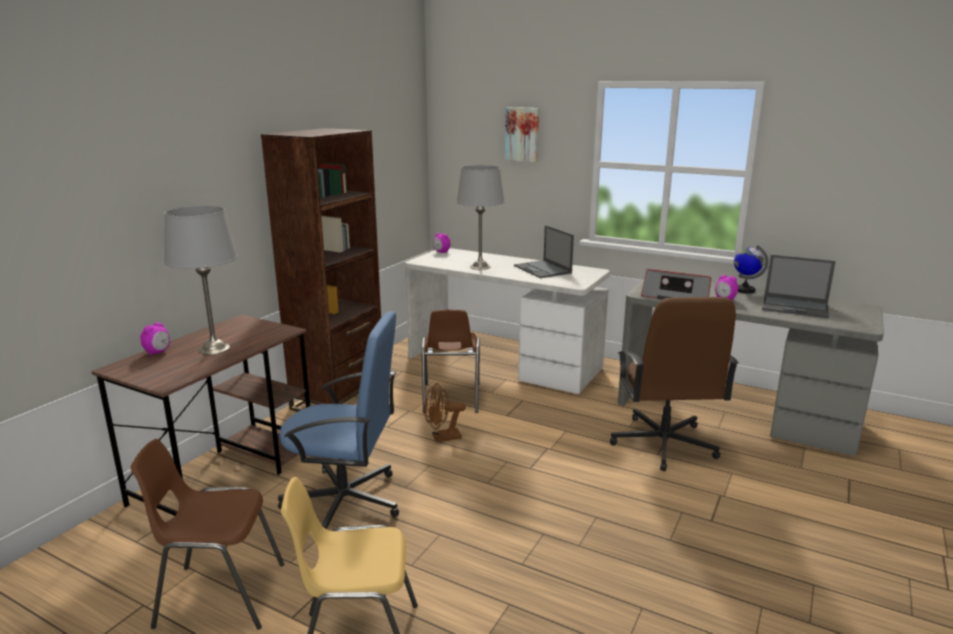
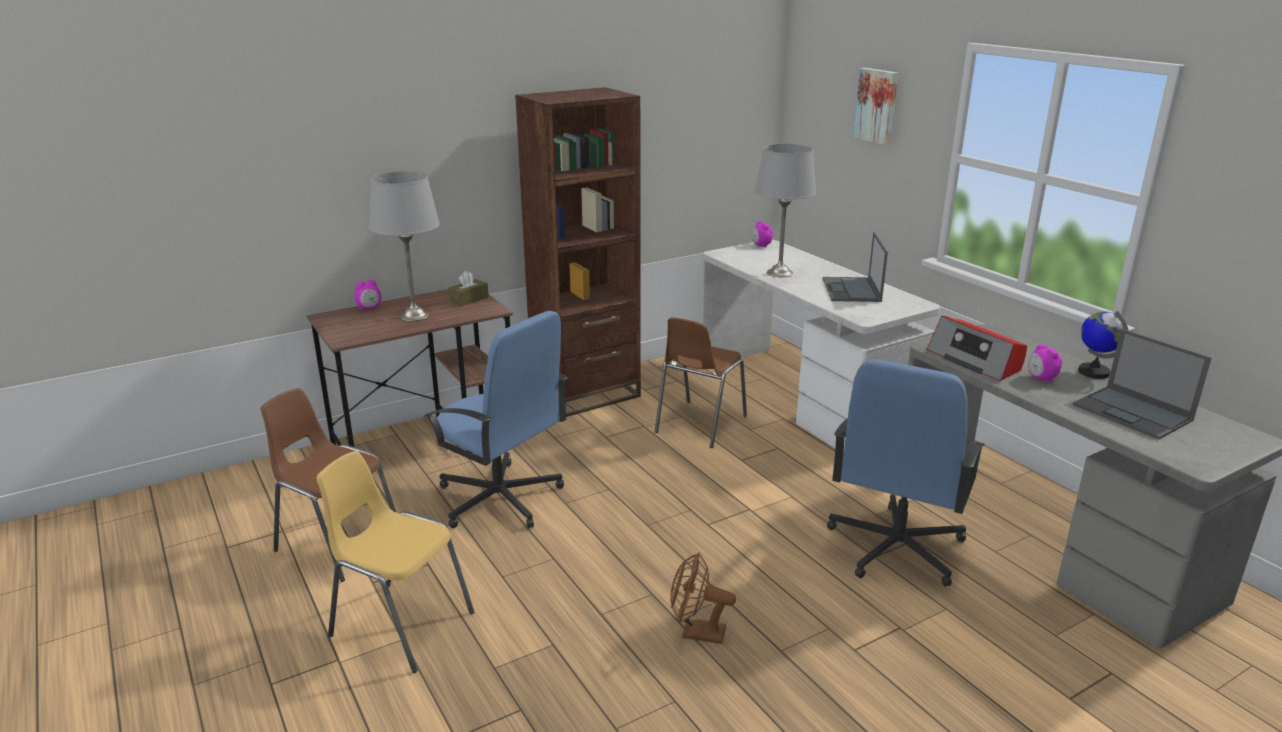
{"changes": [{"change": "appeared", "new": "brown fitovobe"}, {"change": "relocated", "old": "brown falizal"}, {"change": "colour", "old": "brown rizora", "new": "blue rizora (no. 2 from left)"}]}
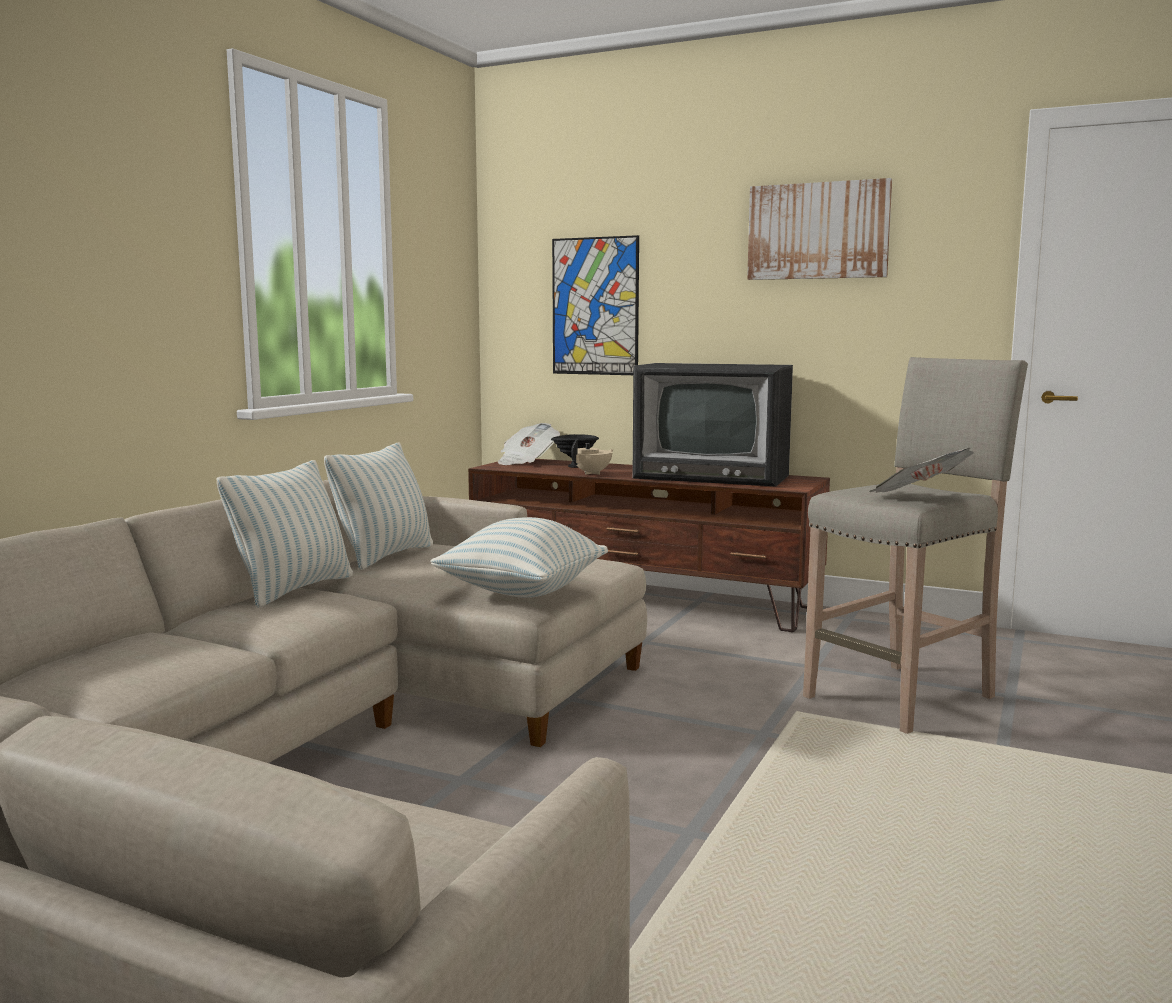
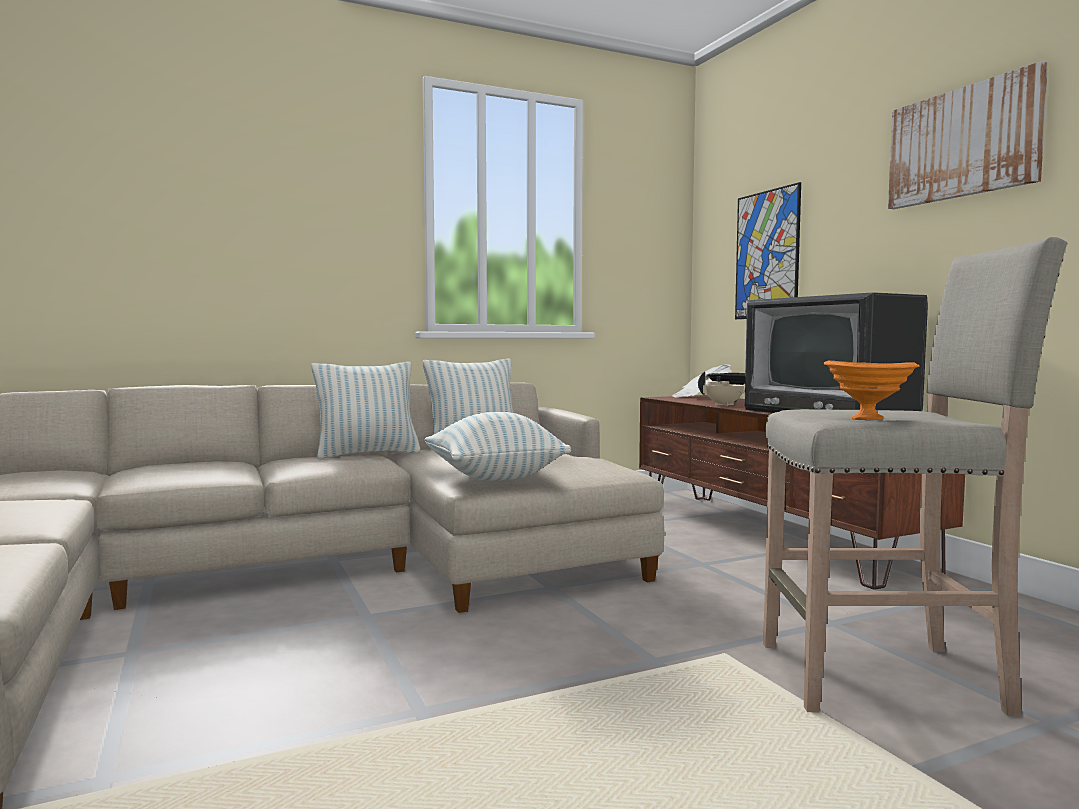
{"changes": [{"change": "exchanged", "old": "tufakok (no. 2 from left)", "new": "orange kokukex"}]}
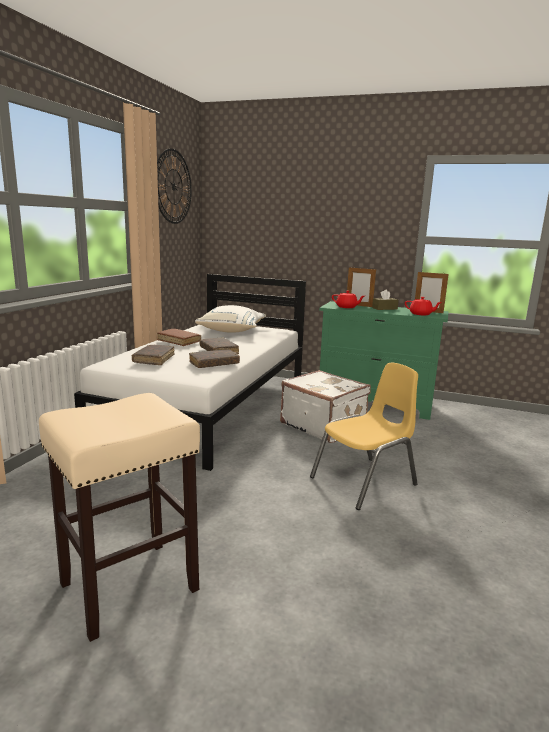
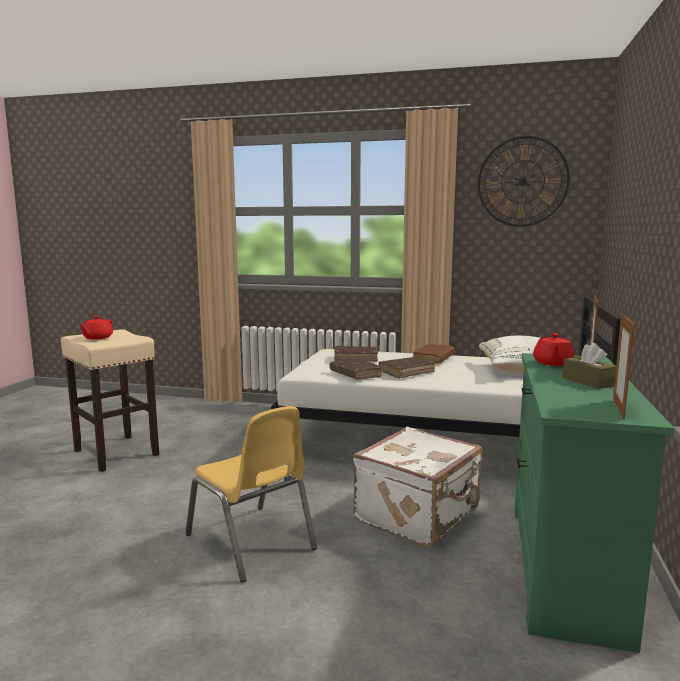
{"changes": [{"change": "relocated", "old": "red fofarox (no. 2 from left in the first image)", "new": "red fofarox (no. 1 from left)"}]}
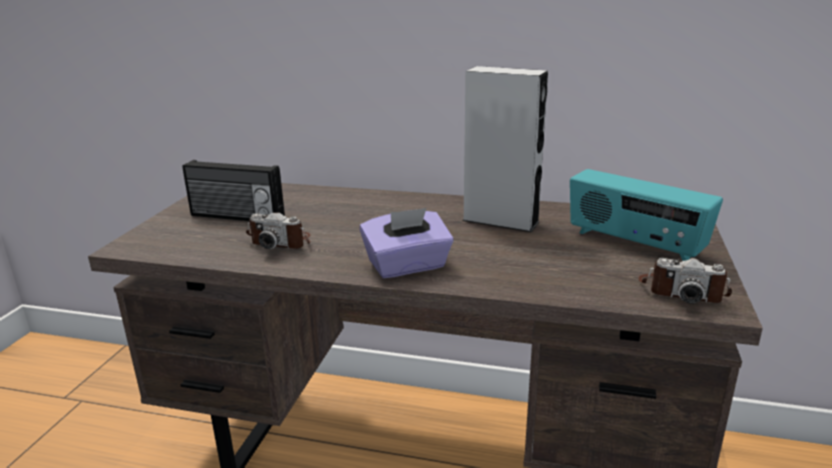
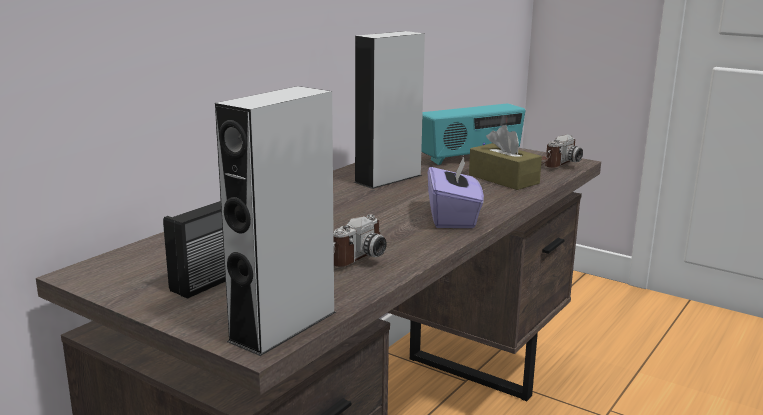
{"changes": [{"change": "appeared", "new": "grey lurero (no. 1 from left)"}, {"change": "appeared", "new": "brown fitovobe"}]}
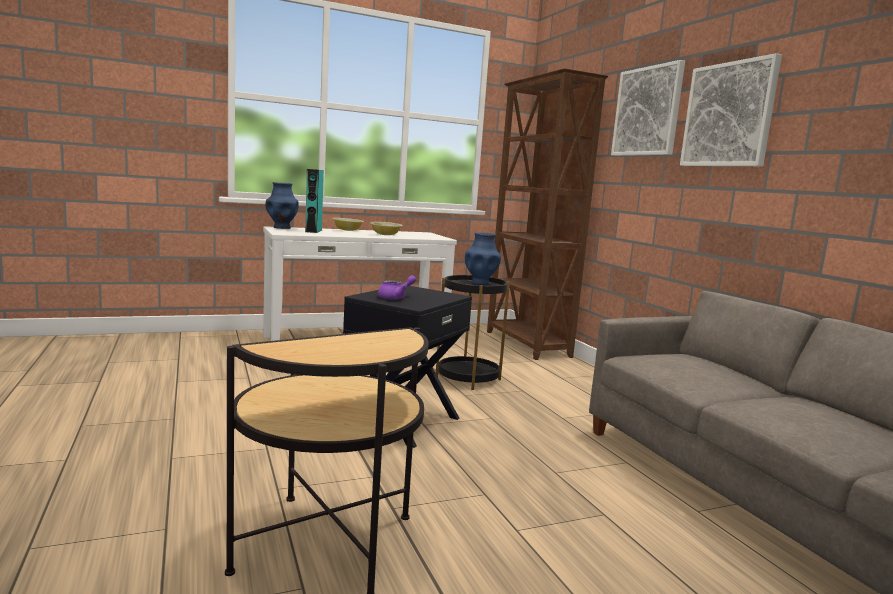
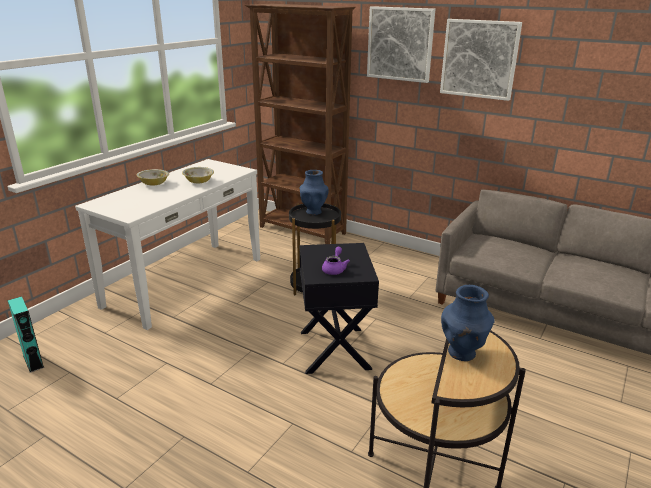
{"changes": [{"change": "relocated", "old": "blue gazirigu (no. 1 from left in the first image)", "new": "blue gazirigu (no. 2 from left)"}, {"change": "relocated", "old": "turquoise lurero"}]}
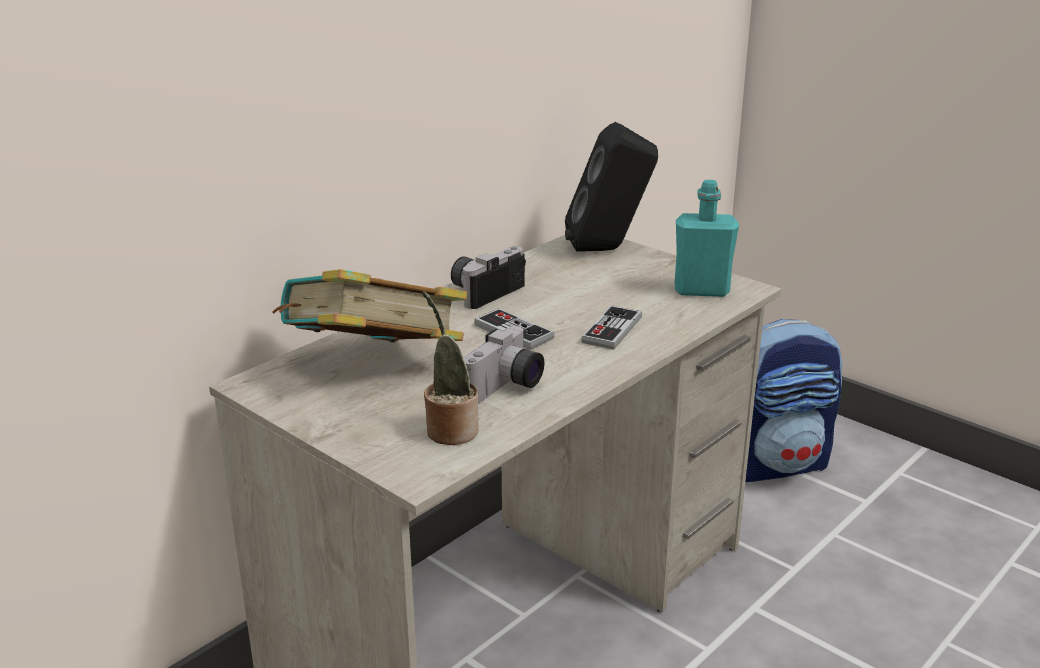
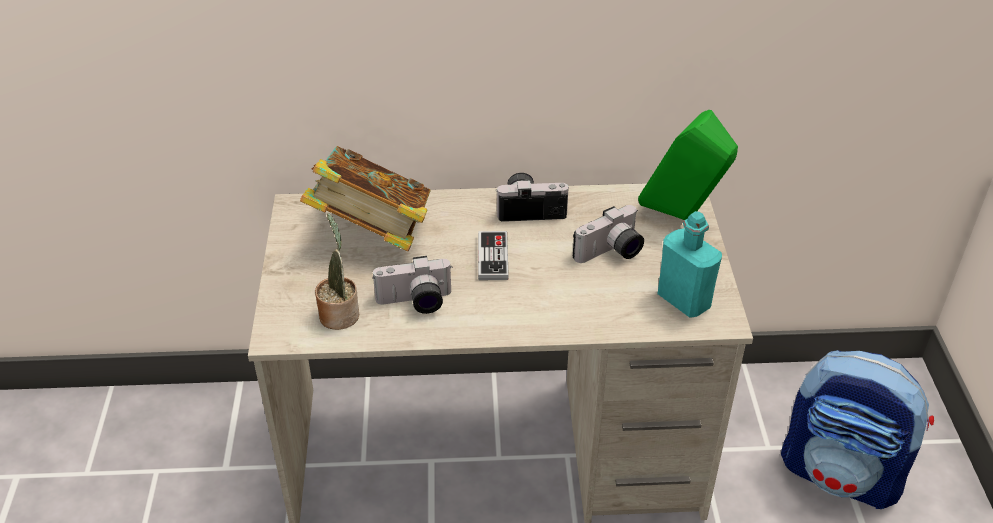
{"changes": [{"change": "missing", "old": "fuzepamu (no. 2 from left)"}, {"change": "appeared", "new": "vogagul (no. 3 from left)"}, {"change": "colour", "old": "black lurero", "new": "green lurero"}]}
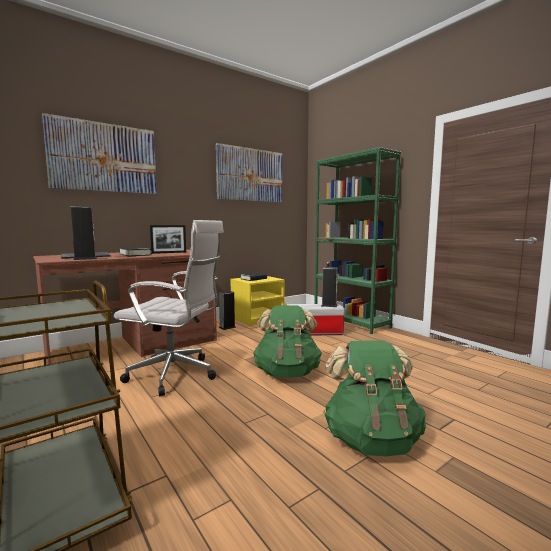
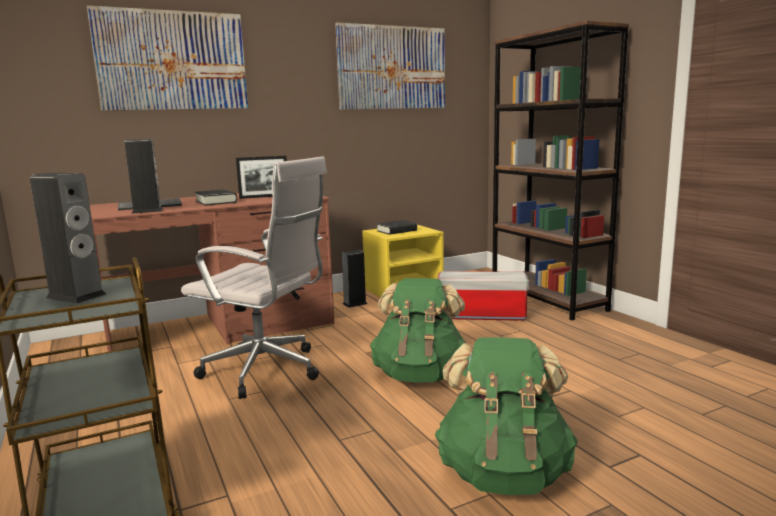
{"changes": [{"change": "relocated", "old": "lurero (no. 3 from left in the first image)", "new": "lurero (no. 1 from left)"}, {"change": "colour", "old": "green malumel", "new": "brown malumel"}]}
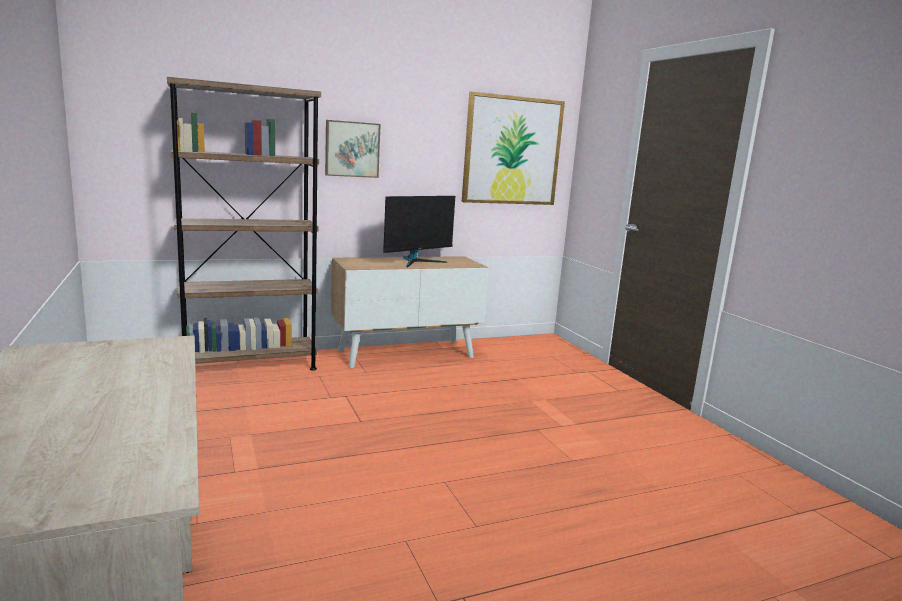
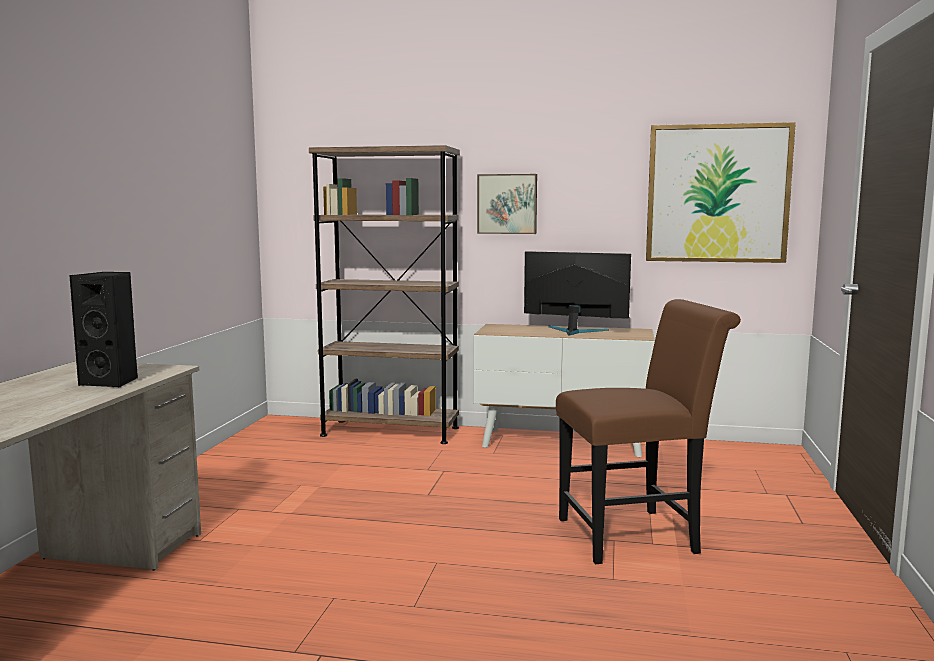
{"changes": [{"change": "appeared", "new": "black lurero"}, {"change": "appeared", "new": "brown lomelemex"}, {"change": "spun", "old": "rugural", "degrees": -150}]}
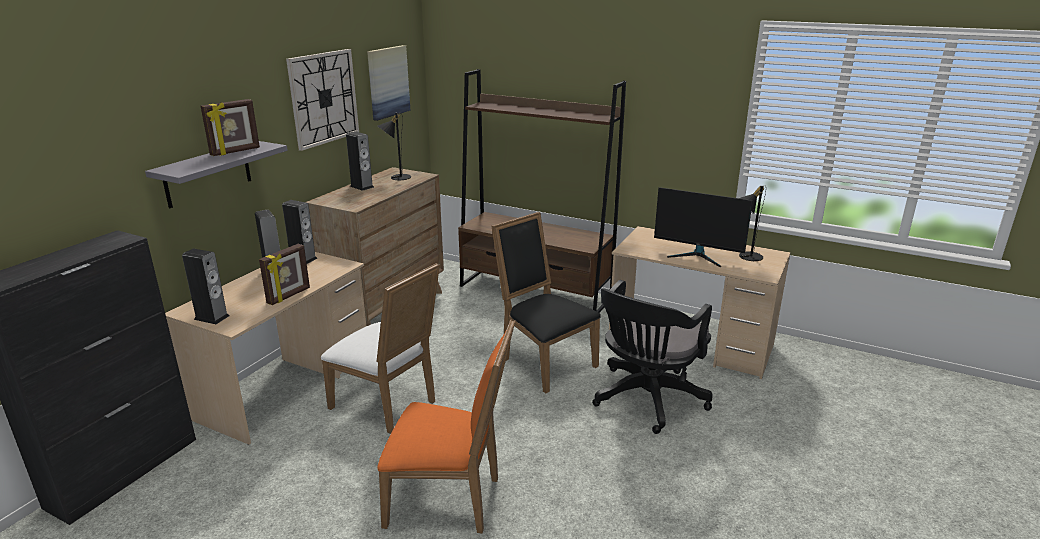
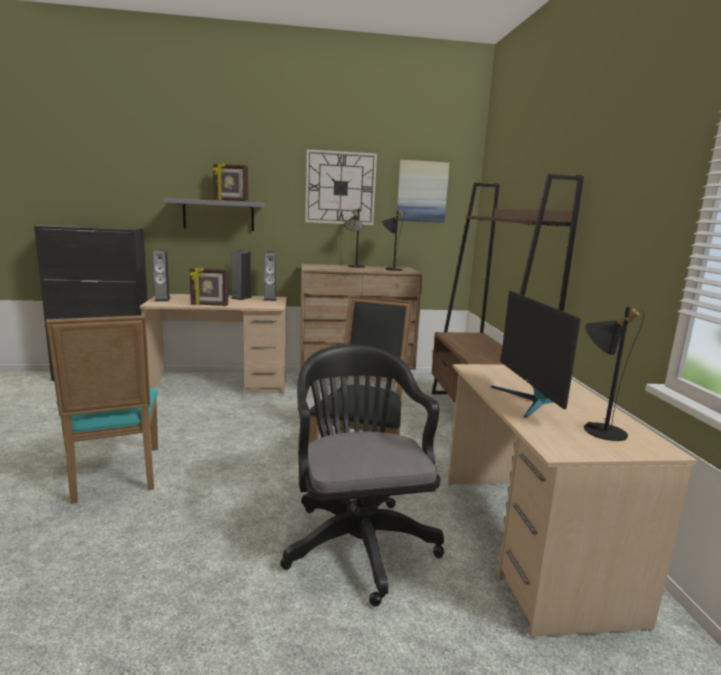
{"changes": [{"change": "missing", "old": "white lomelemex"}, {"change": "exchanged", "old": "lurero (no. 4 from left)", "new": "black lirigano (no. 1 from left)"}, {"change": "colour", "old": "orange lomelemex", "new": "turquoise lomelemex"}, {"change": "spun", "old": "black rizora", "degrees": 75}]}
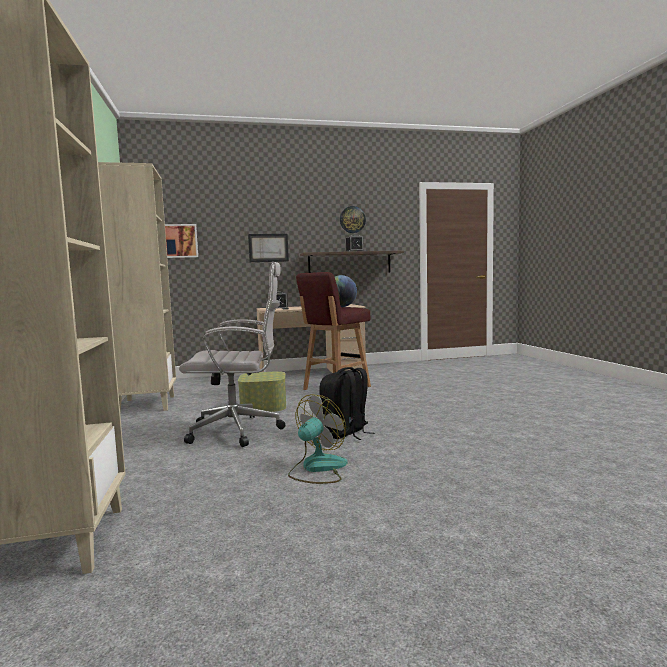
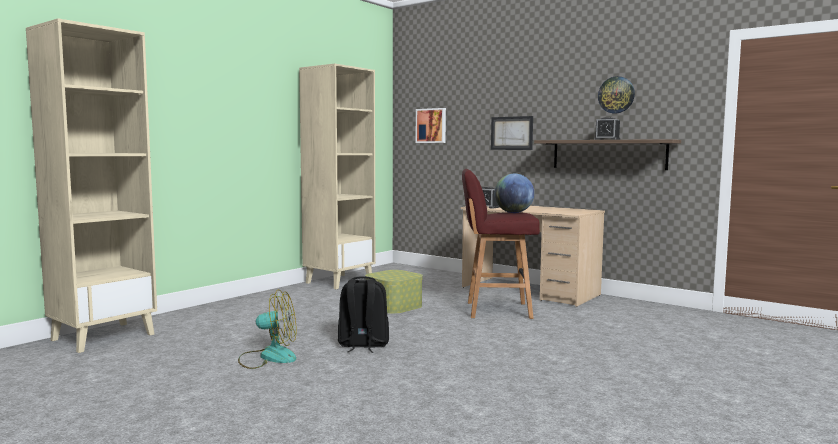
{"changes": [{"change": "missing", "old": "white rizora"}]}
